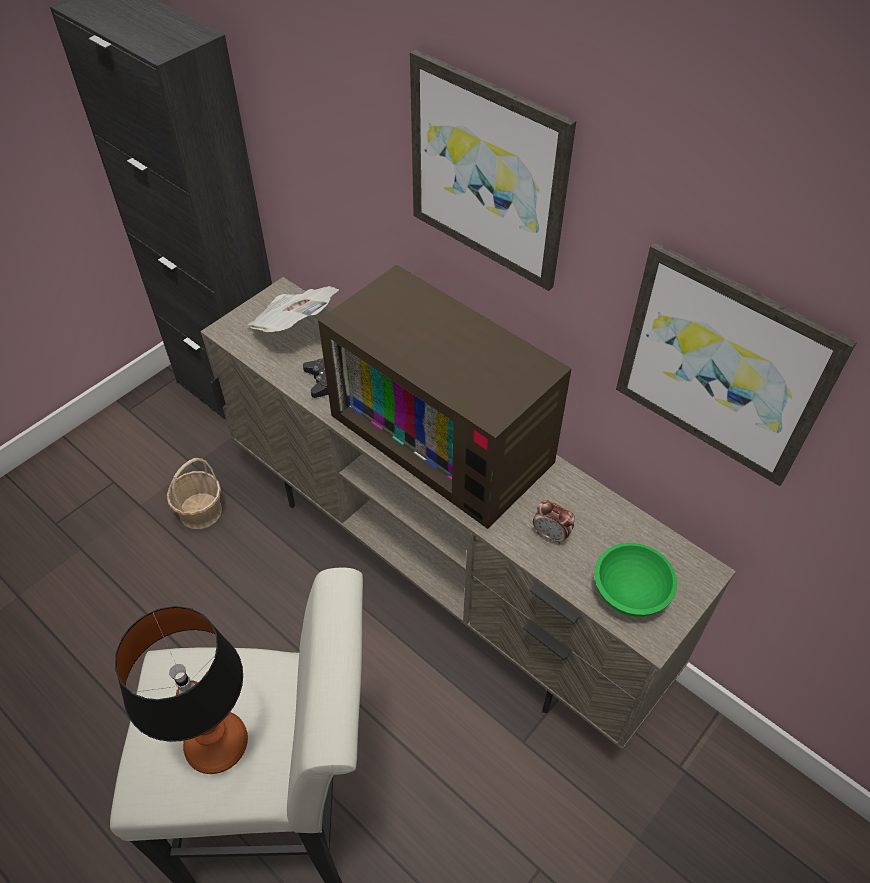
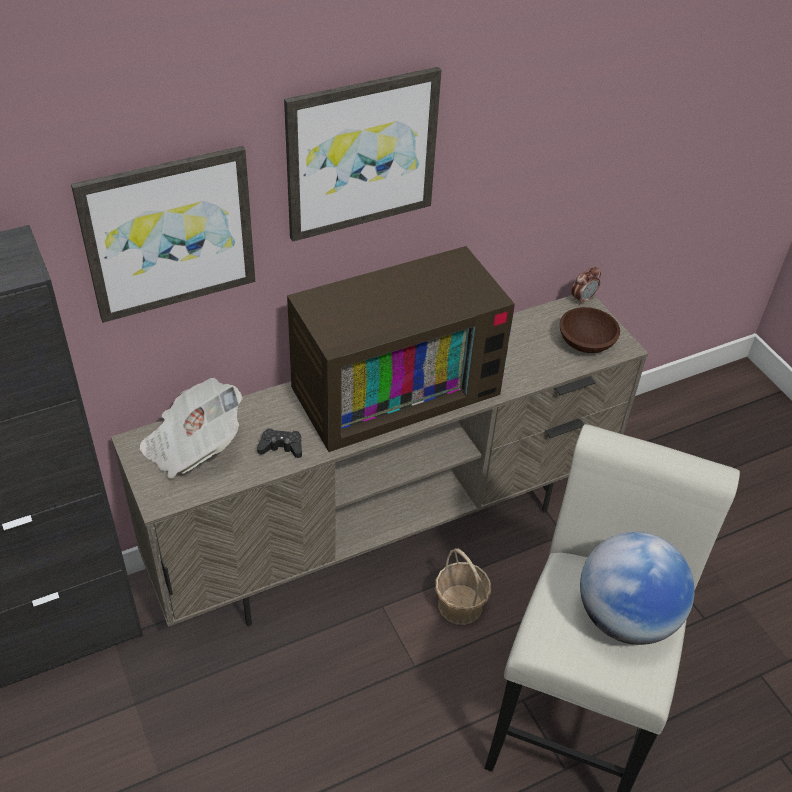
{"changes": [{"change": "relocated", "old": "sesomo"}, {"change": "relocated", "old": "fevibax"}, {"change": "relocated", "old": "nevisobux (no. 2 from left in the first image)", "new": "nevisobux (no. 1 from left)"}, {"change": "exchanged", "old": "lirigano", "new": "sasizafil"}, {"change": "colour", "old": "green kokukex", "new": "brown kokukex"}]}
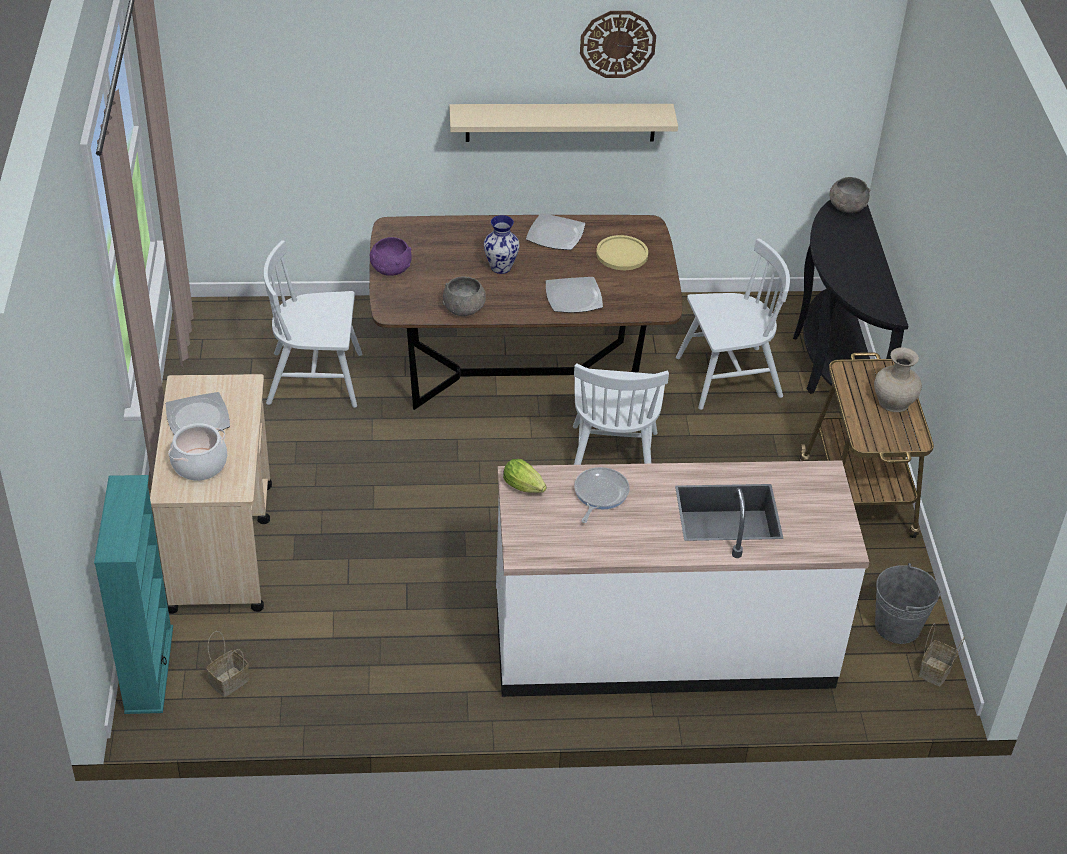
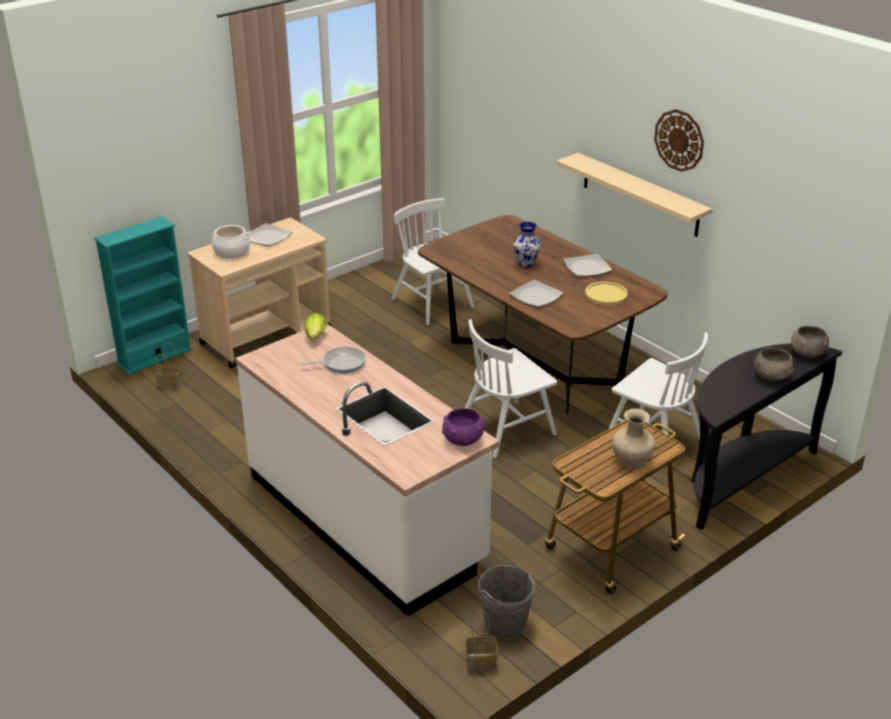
{"changes": [{"change": "relocated", "old": "purple kokukex"}, {"change": "relocated", "old": "grey kokukex (no. 1 from left)"}]}
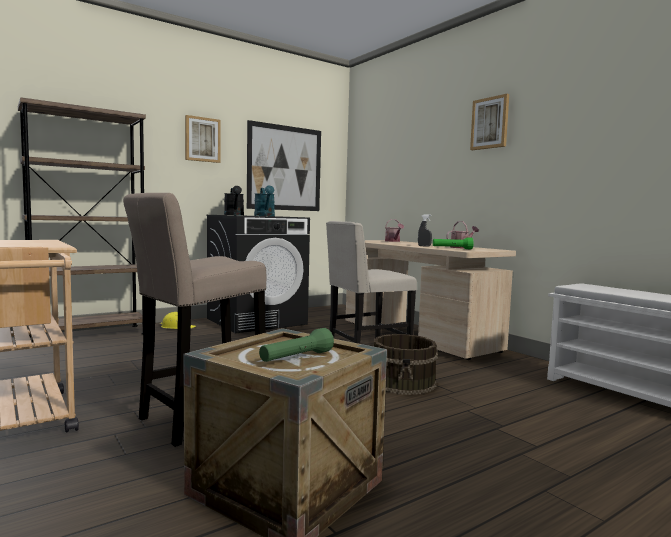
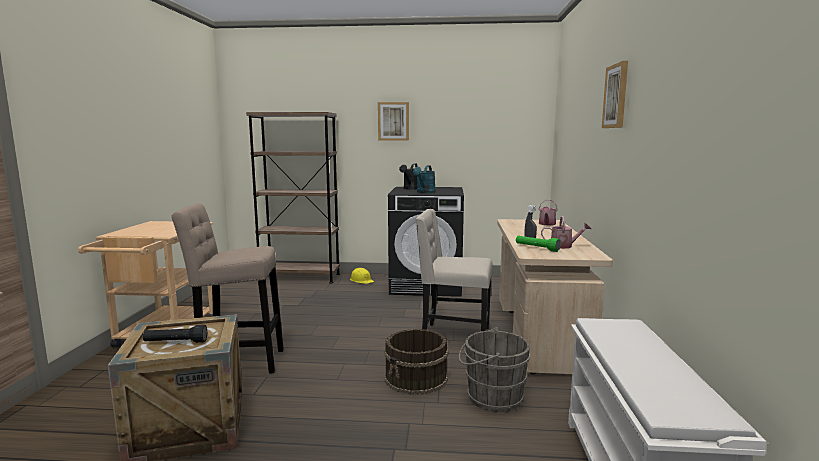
{"changes": [{"change": "missing", "old": "nevisobux (no. 2 from left)"}, {"change": "appeared", "new": "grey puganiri"}, {"change": "colour", "old": "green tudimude (no. 1 from left)", "new": "black tudimude"}]}
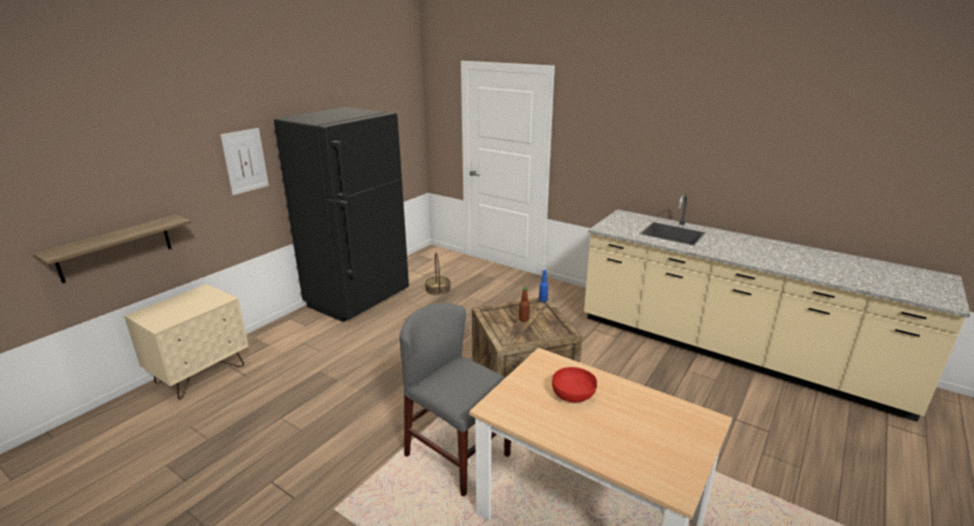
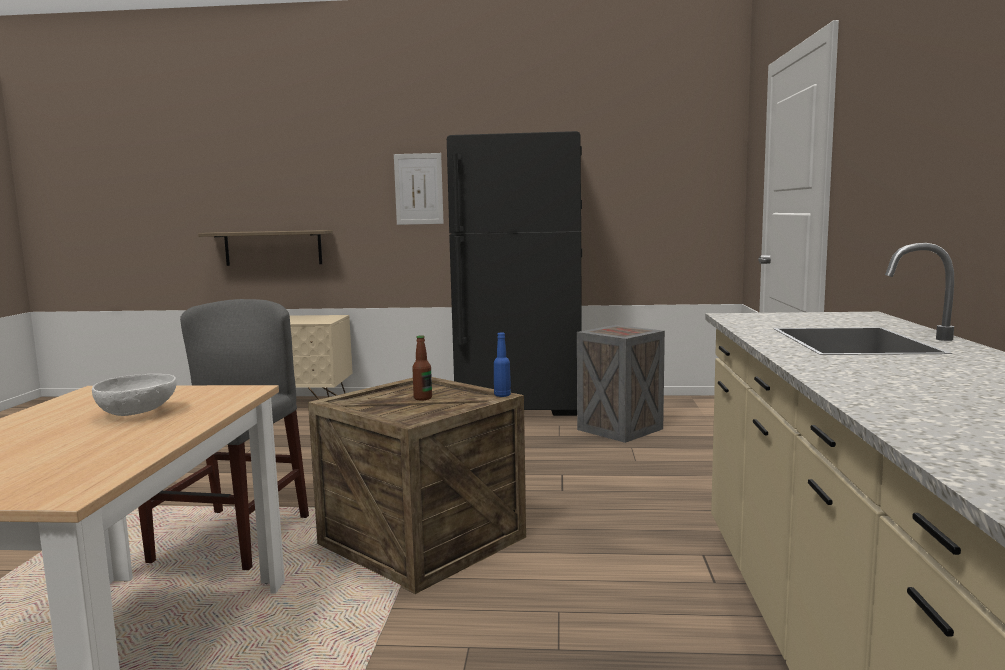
{"changes": [{"change": "exchanged", "old": "sesomo", "new": "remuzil (no. 2 from left)"}, {"change": "colour", "old": "red kokukex", "new": "white kokukex"}]}
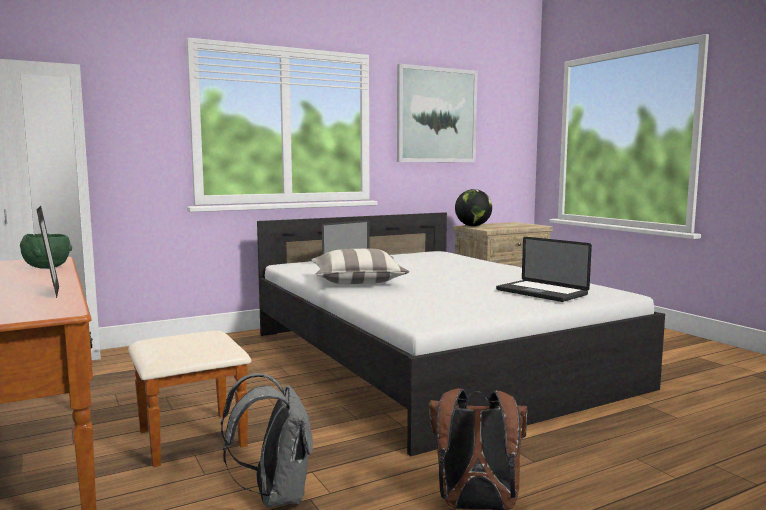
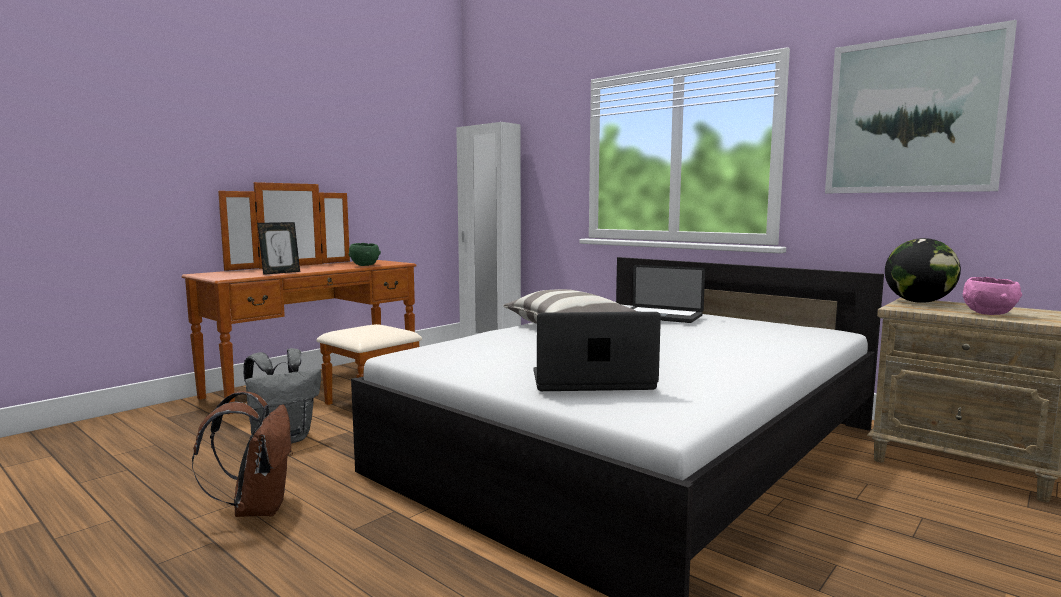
{"changes": [{"change": "appeared", "new": "pink kokukex"}, {"change": "spun", "old": "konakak (no. 2 from left in the first image)", "degrees": 60}]}
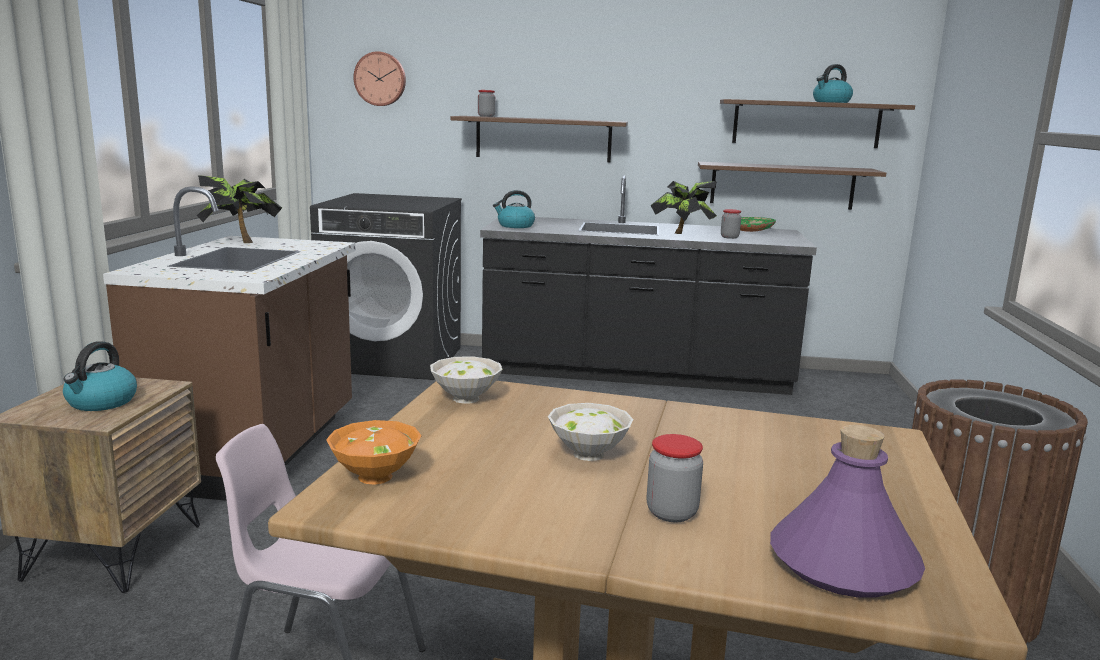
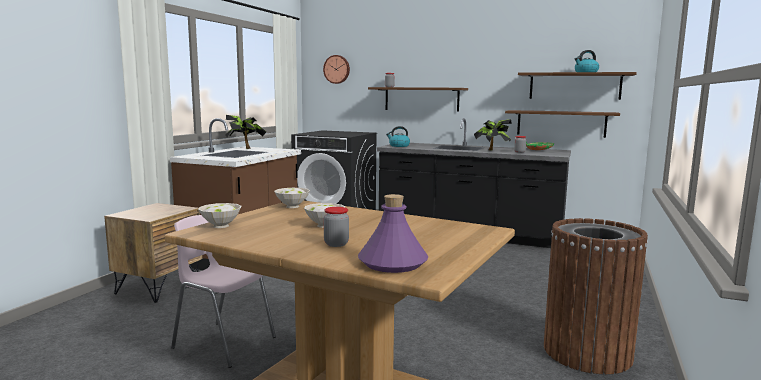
{"changes": [{"change": "missing", "old": "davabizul (no. 1 from left)"}, {"change": "colour", "old": "orange kokukex", "new": "white kokukex (no. 1 from left)"}]}
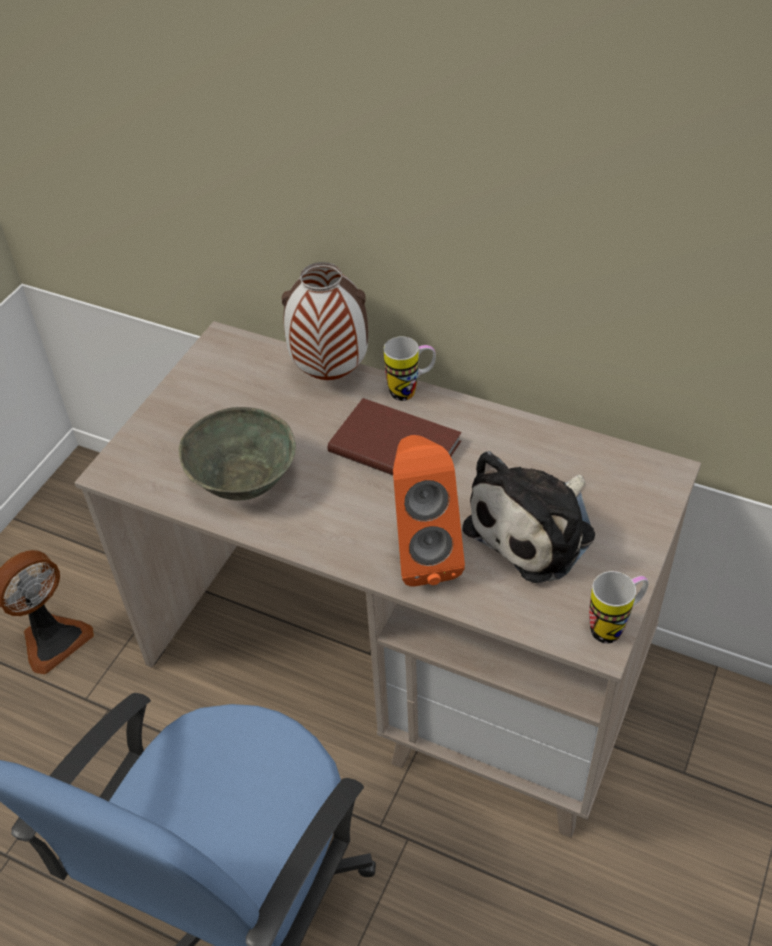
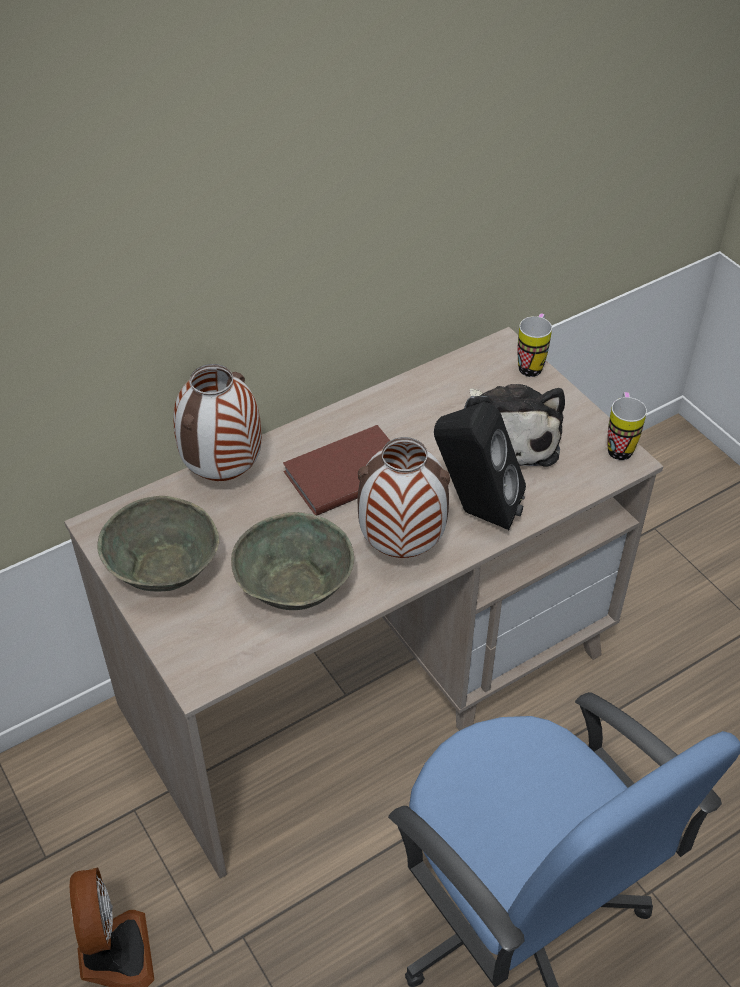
{"changes": [{"change": "appeared", "new": "grey kokukex (no. 1 from left)"}, {"change": "appeared", "new": "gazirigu (no. 2 from left)"}, {"change": "relocated", "old": "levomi (no. 1 from left)"}, {"change": "colour", "old": "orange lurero", "new": "black lurero"}]}
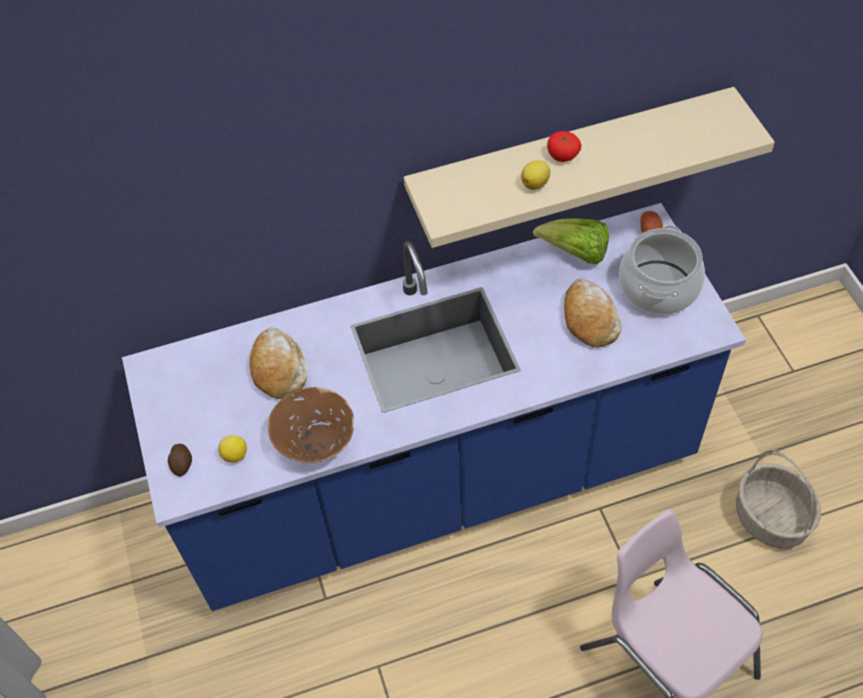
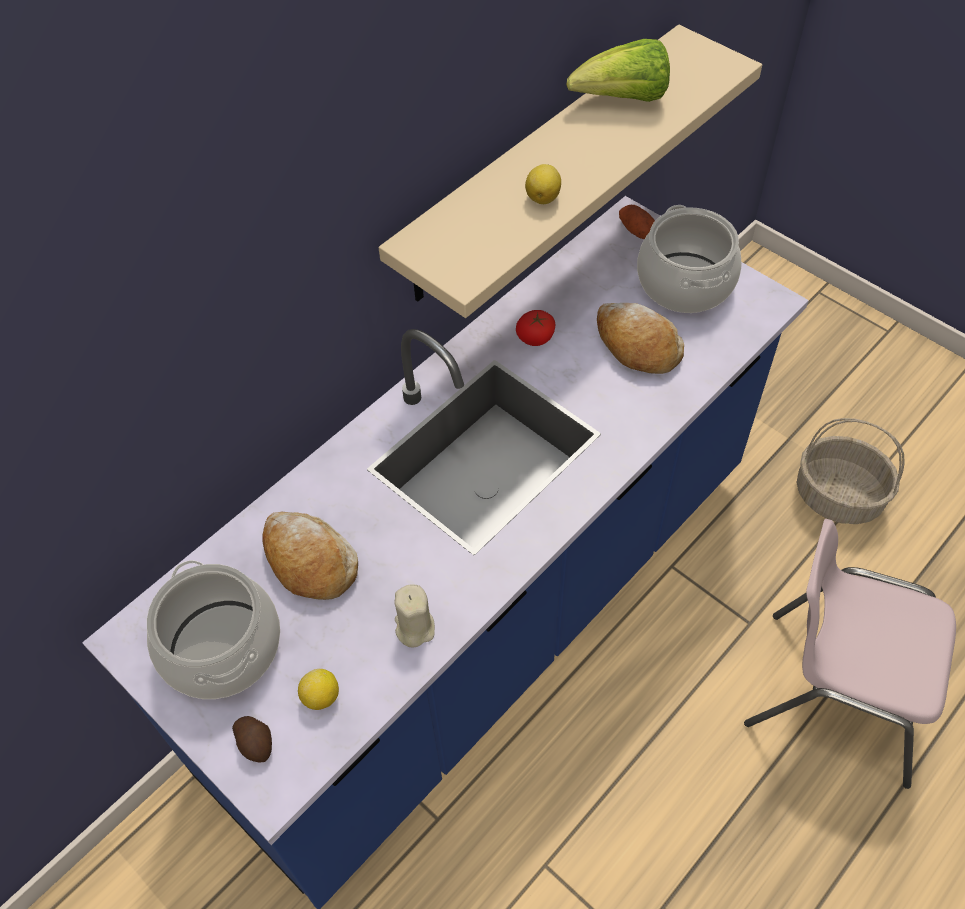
{"changes": [{"change": "appeared", "new": "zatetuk (no. 1 from left)"}, {"change": "relocated", "old": "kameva"}, {"change": "relocated", "old": "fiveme"}, {"change": "exchanged", "old": "brown kokukex", "new": "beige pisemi"}]}
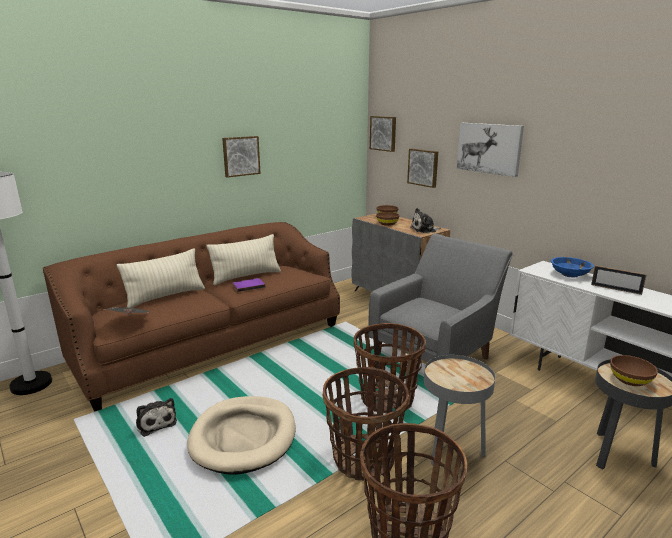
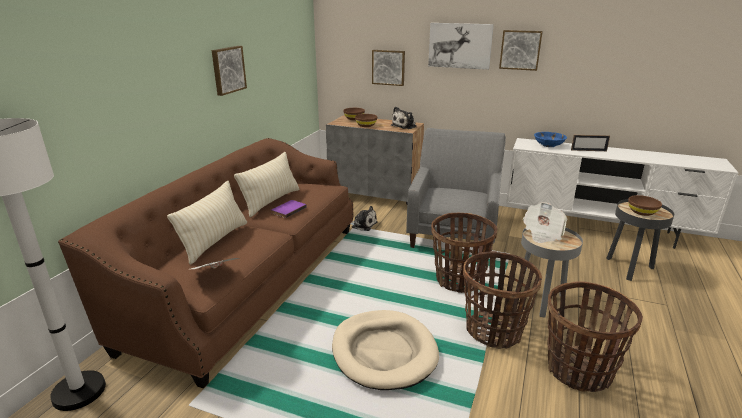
{"changes": [{"change": "appeared", "new": "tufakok (no. 2 from left)"}, {"change": "relocated", "old": "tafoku (no. 1 from left)"}, {"change": "relocated", "old": "nevisobux (no. 2 from left in the first image)", "new": "nevisobux (no. 4 from left)"}]}
